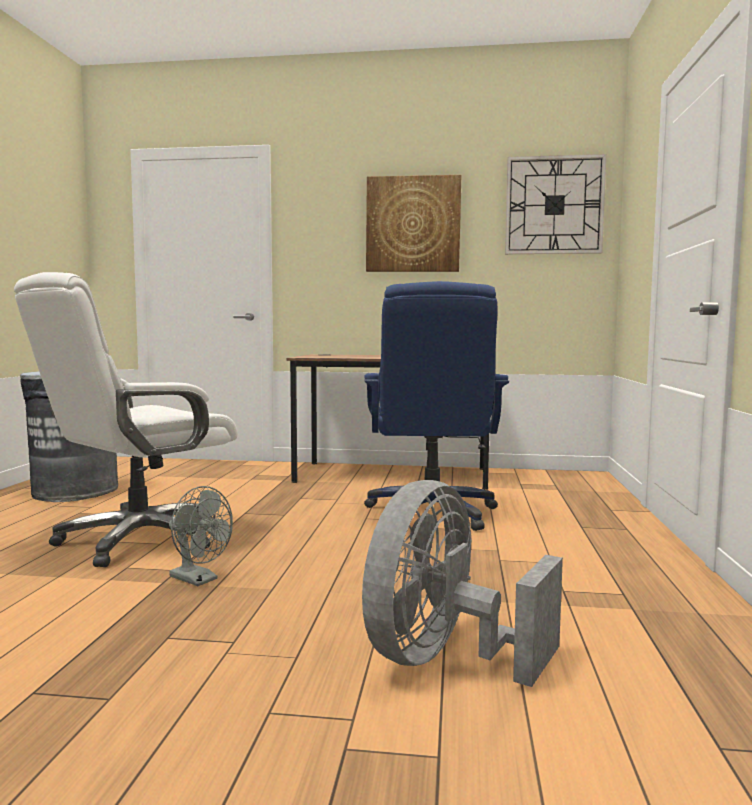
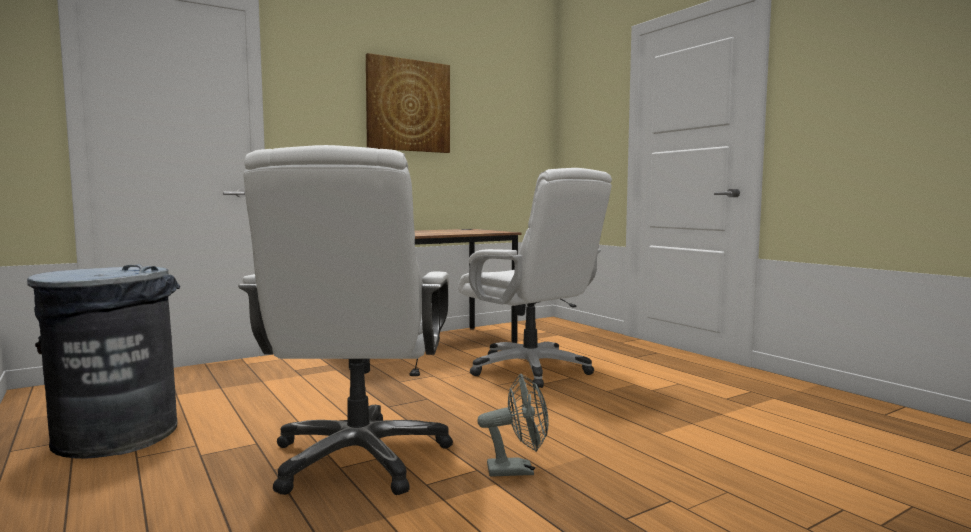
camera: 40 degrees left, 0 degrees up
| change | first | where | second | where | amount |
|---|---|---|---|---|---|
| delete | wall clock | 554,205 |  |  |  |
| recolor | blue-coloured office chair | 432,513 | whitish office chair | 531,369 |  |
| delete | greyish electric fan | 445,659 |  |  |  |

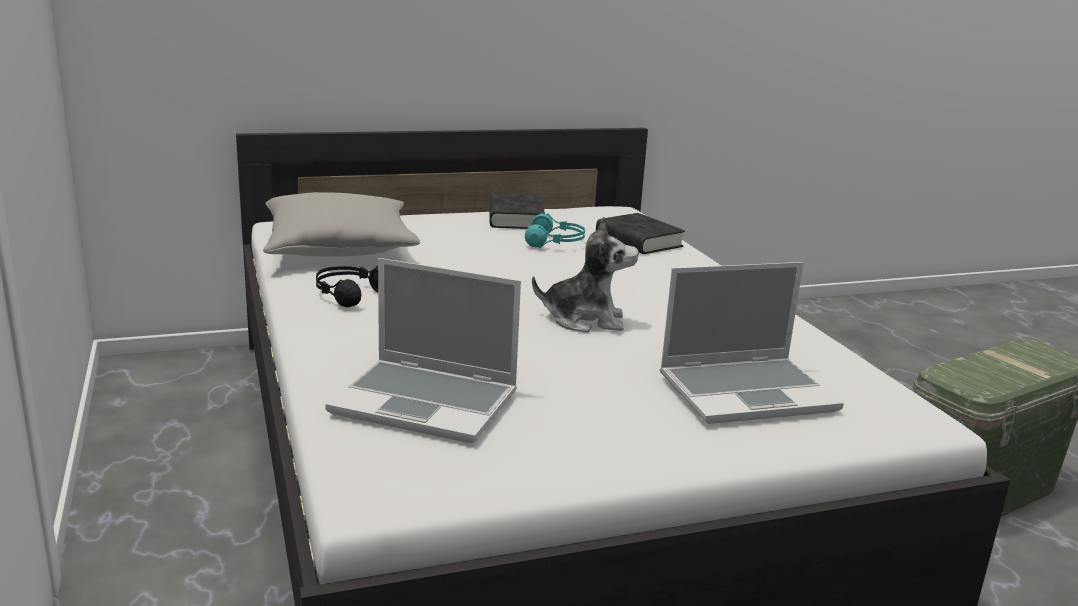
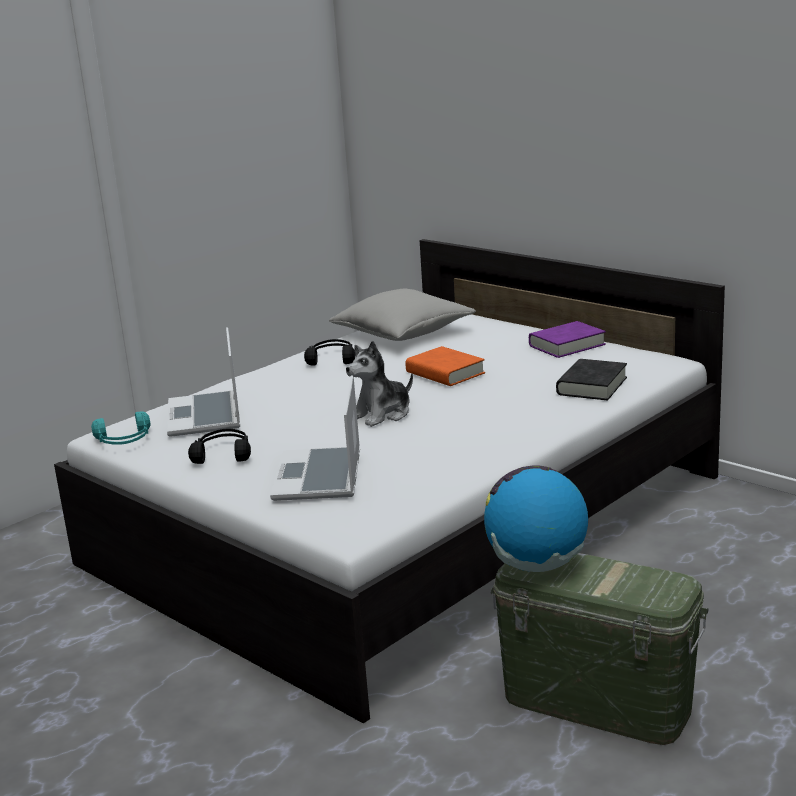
camera: 65 degrees right, 0 degrees up
| change | first | where | second | where | amount |
|---|---|---|---|---|---|
| recolor | black volume | 515,219 | purple-coloured volume | 567,345 |  |
| move | turquoise headphones | 555,242 |  | 124,441 |  |
| rotate | plush toy | 585,320 |  | 382,414 | 75 degrees clockwise |
| rotate | notebook computer | 748,392 |  | 320,477 | 45 degrees clockwise |
| insert |  |  | orange volume | 445,373 |  |
| insert |  |  | black headphones | 223,454 |  |
| insert |  |  | desk globe | 537,565 |  |

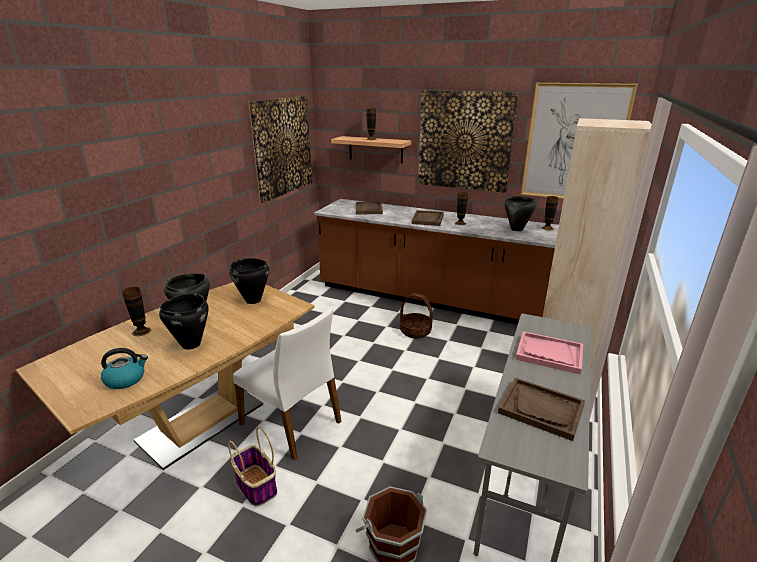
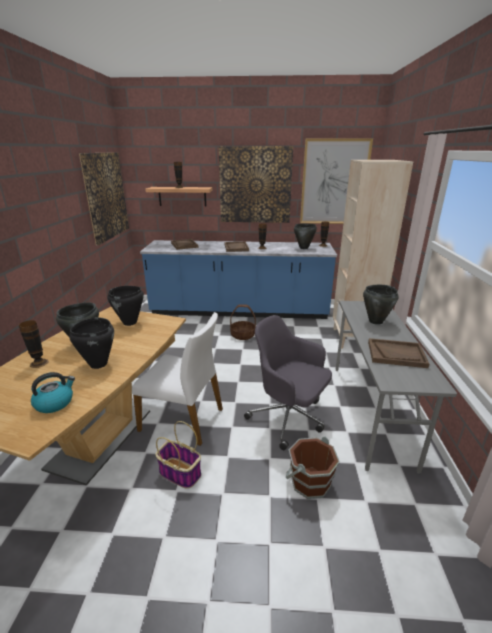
camera: 20 degrees left, 0 degrees up
| change | first | where | second | where | amount |
|---|---|---|---|---|---|
| recolor | brown counter | 428,298 | blue-coloured counter | 239,311 |  |
| replace | pink-coloured tray | 549,354 | black saucepot | 375,321 |  |
| insert |  |  | greyish office chair | 289,418 |  |

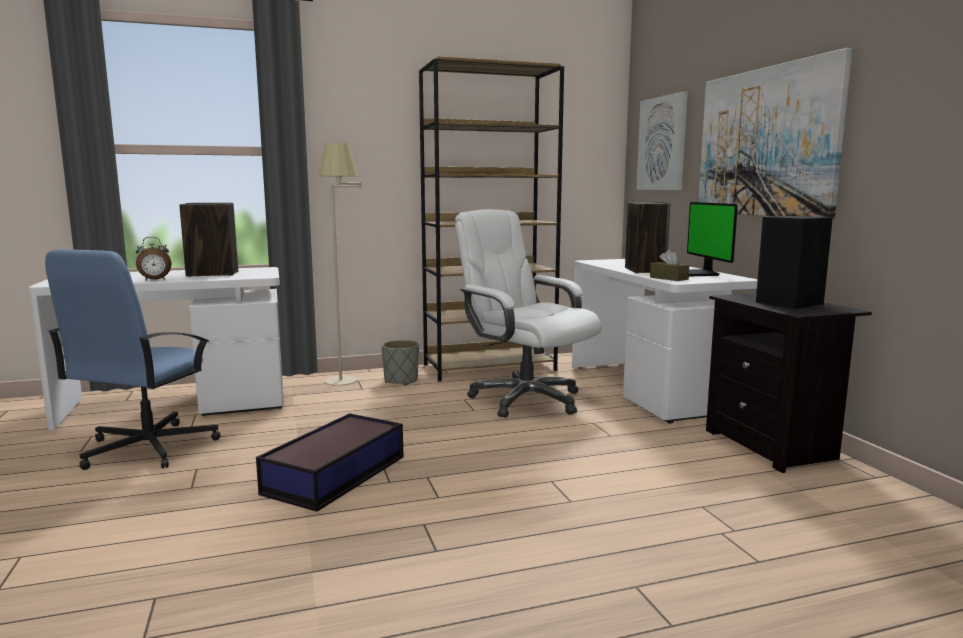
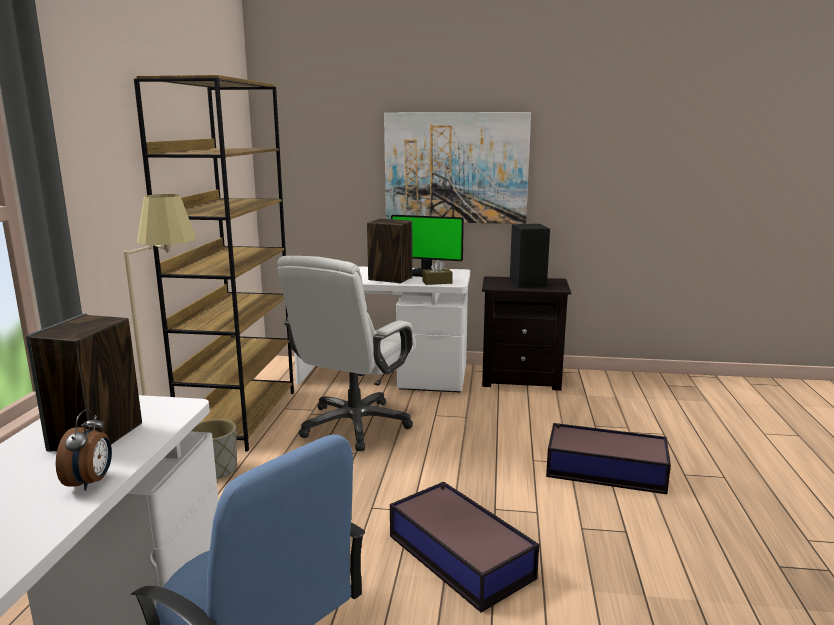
camera: 65 degrees left, 5 degrees up
| change | first | where | second | where | amount |
|---|---|---|---|---|---|
| delete | wall art | 662,143 |  |  |  |
| rotate | whitish office chair | 525,400 |  | 354,425 | 45 degrees counterclockwise |
| insert |  |  | storage bin | 604,469 |  |

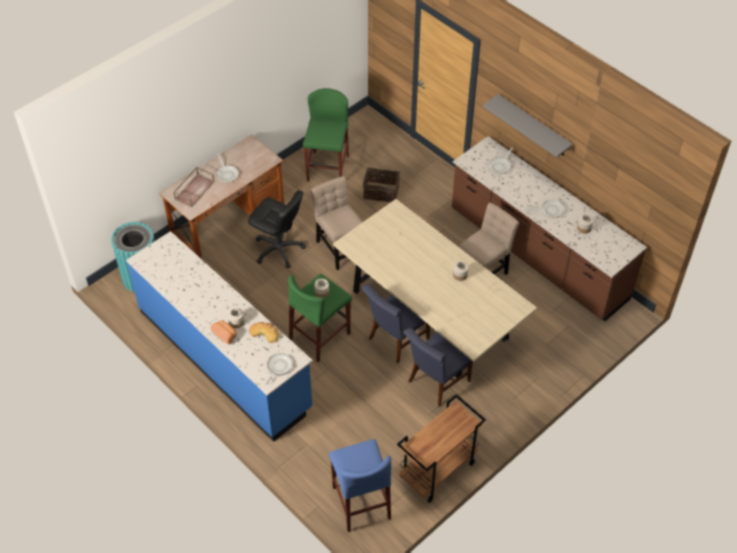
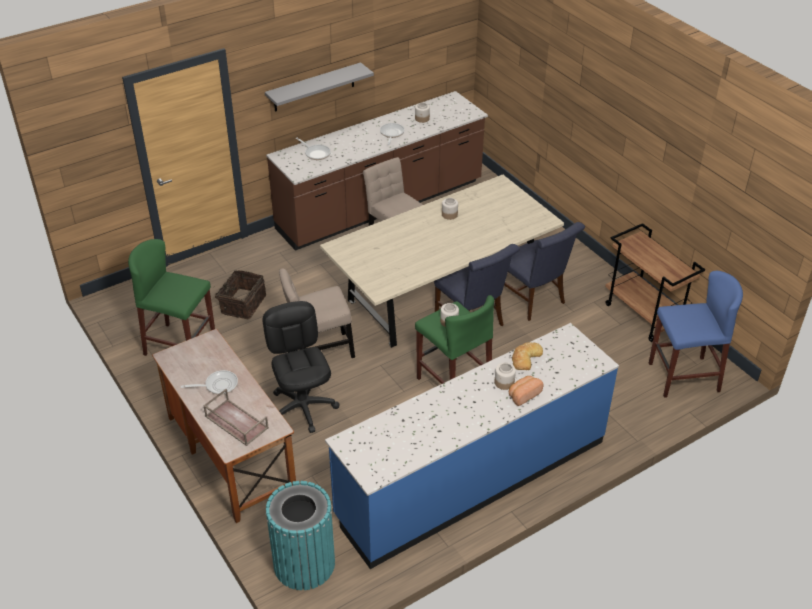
camera: 80 degrees left, 10 degrees down
| change | first | where | second | where | amount |
|---|---|---|---|---|---|
| rotate | black office chair | 278,249 |  | 303,407 | 60 degrees counterclockwise |
| delete | skillet | 278,367 |  |  |  |

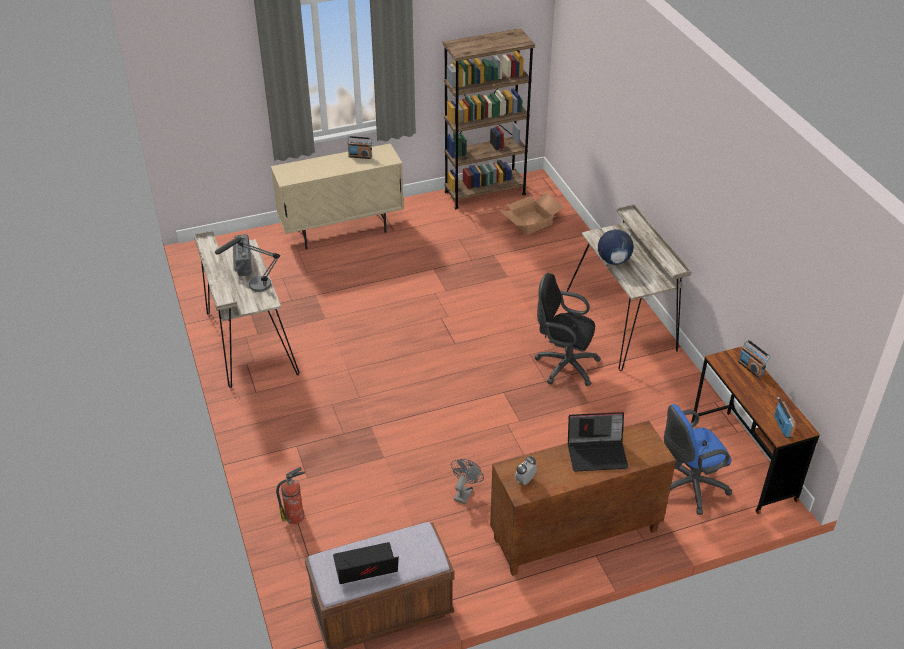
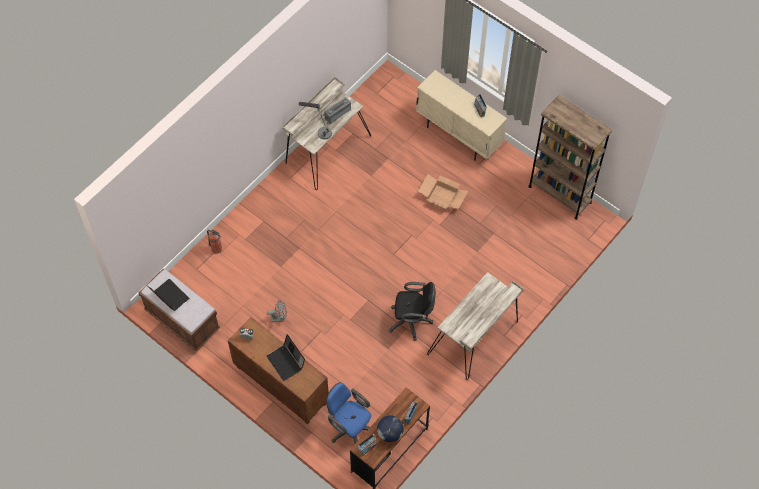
camera: 60 degrees right, 20 degrees up
| change | first | where | second | where | amount |
|---|---|---|---|---|---|
| move | packing box | 531,221 |  | 443,197 |  |
| move | desk globe | 613,261 |  | 390,433 |  |
| rotate | black office chair | 563,365 |  | 412,321 | 105 degrees clockwise |

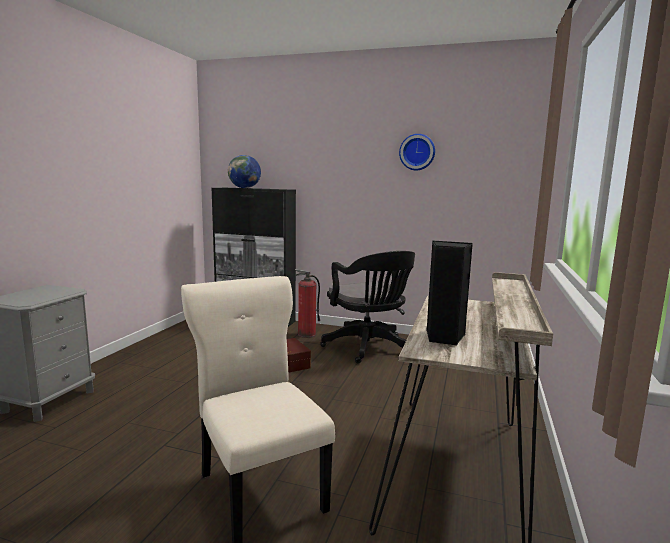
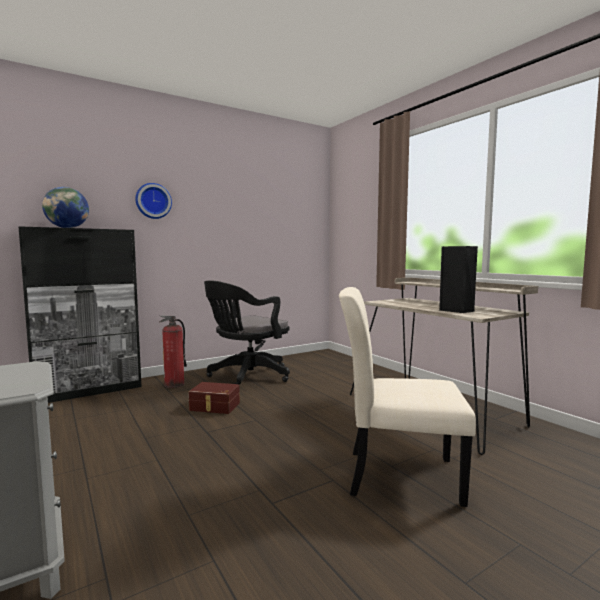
camera: 50 degrees left, 5 degrees down
| change | first | where | second | where | amount |
|---|---|---|---|---|---|
| move | wall clock | 417,152 |  | 153,201 |  |
| rotate | black office chair | 369,348 |  | 247,376 | 120 degrees clockwise |

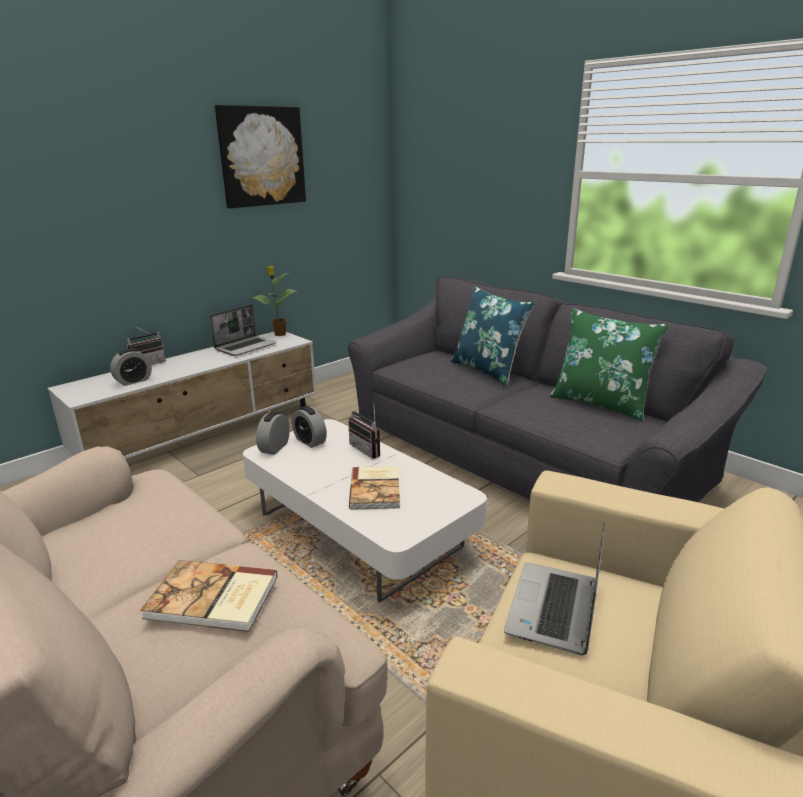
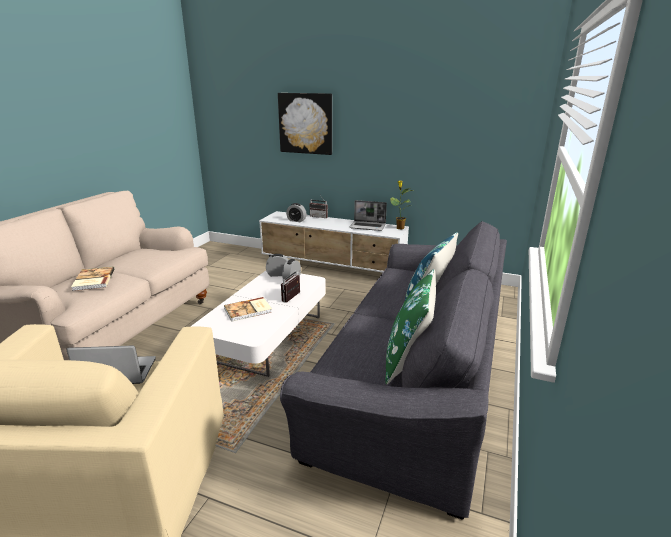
camera: 65 degrees right, 0 degrees up
| change | first | where | second | where | amount |
|---|---|---|---|---|---|
| move | wall art | 261,156 |  | 306,123 |  |

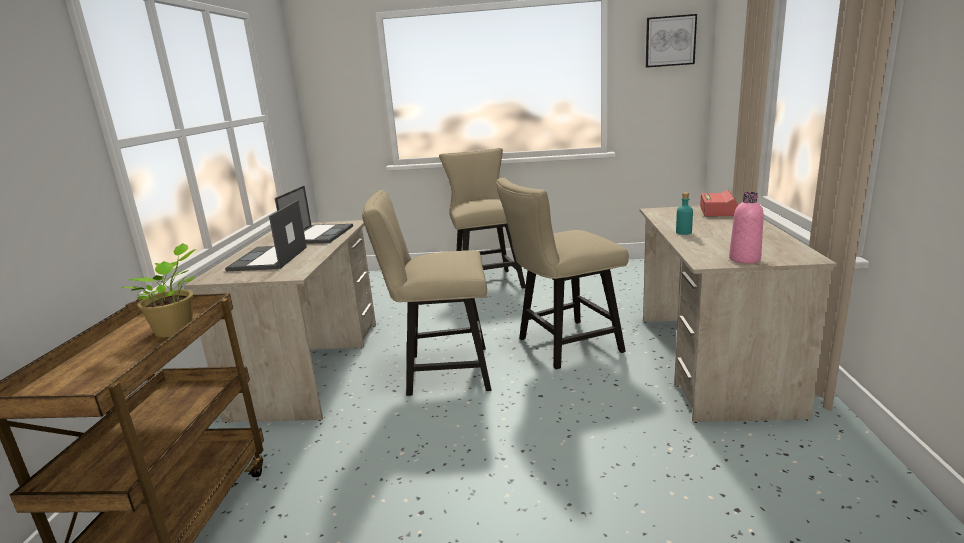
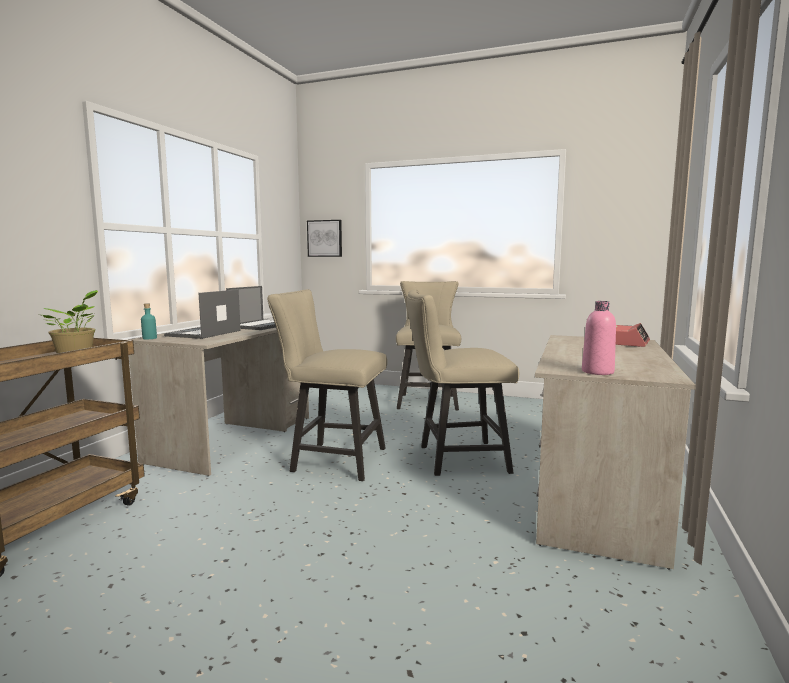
camera: 15 degrees right, 10 degrees down
| change | first | where | second | where | amount |
|---|---|---|---|---|---|
| move | wall art | 670,41 |  | 325,238 |  |
| move | turquoise bottle | 683,232 |  | 149,338 |  |

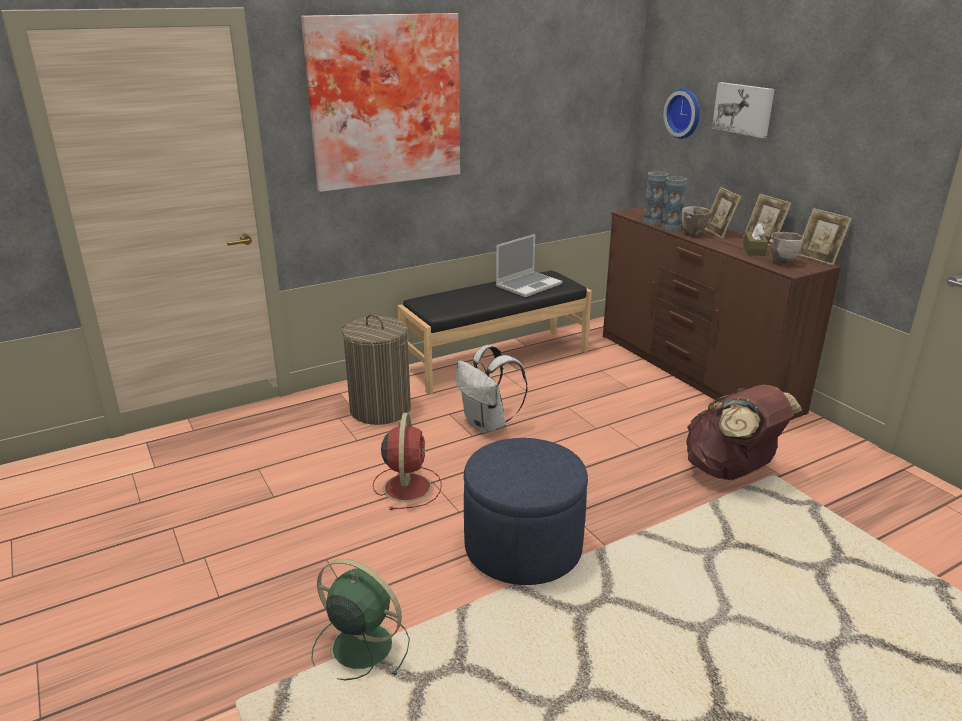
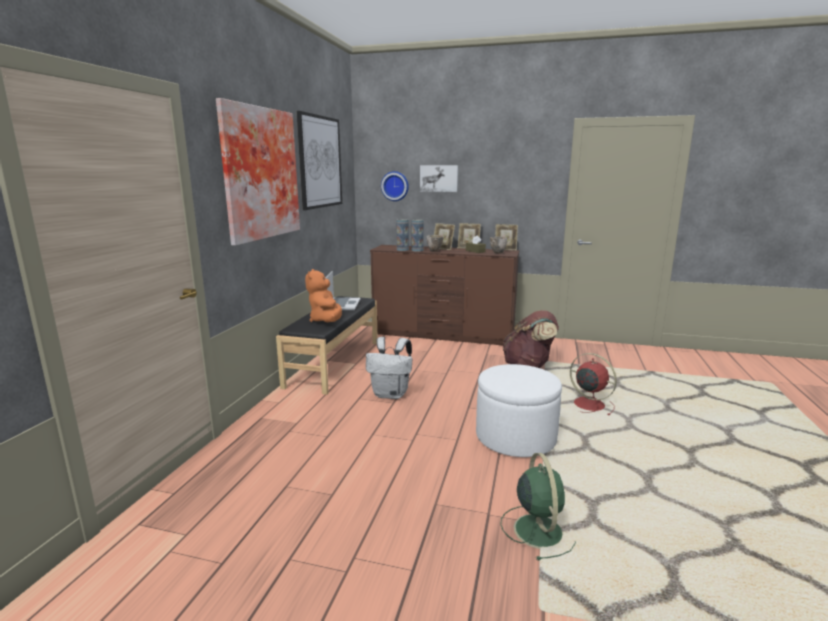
camera: 45 degrees left, 10 degrees down
| change | first | where | second | where | amount |
|---|---|---|---|---|---|
| delete | washing basket | 380,409 |  |  |  |
| move | red electric fan | 407,486 |  | 587,404 |  |
| recolor | blue-coloured ottoman | 523,547 | whitish ottoman | 515,437 |  |
| rotate | green-coloured electric fan | 360,645 |  | 537,529 | 105 degrees clockwise |
| insert |  |  | wall art | 320,162 |  |
| insert |  |  | orange plush toy | 326,321 |  |

